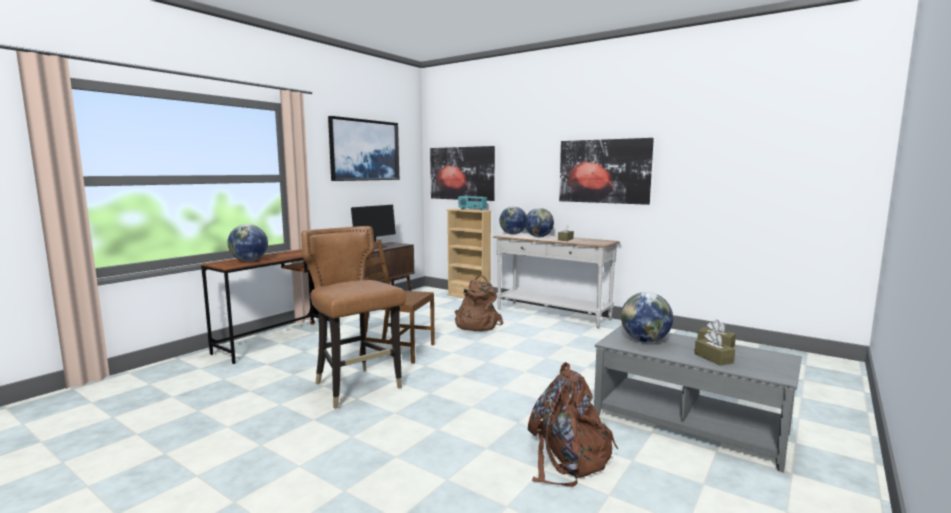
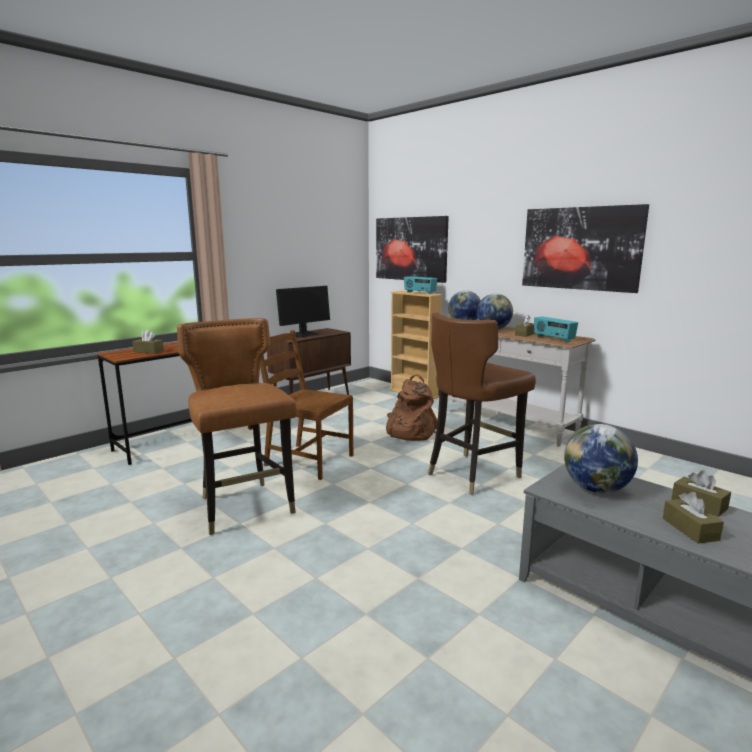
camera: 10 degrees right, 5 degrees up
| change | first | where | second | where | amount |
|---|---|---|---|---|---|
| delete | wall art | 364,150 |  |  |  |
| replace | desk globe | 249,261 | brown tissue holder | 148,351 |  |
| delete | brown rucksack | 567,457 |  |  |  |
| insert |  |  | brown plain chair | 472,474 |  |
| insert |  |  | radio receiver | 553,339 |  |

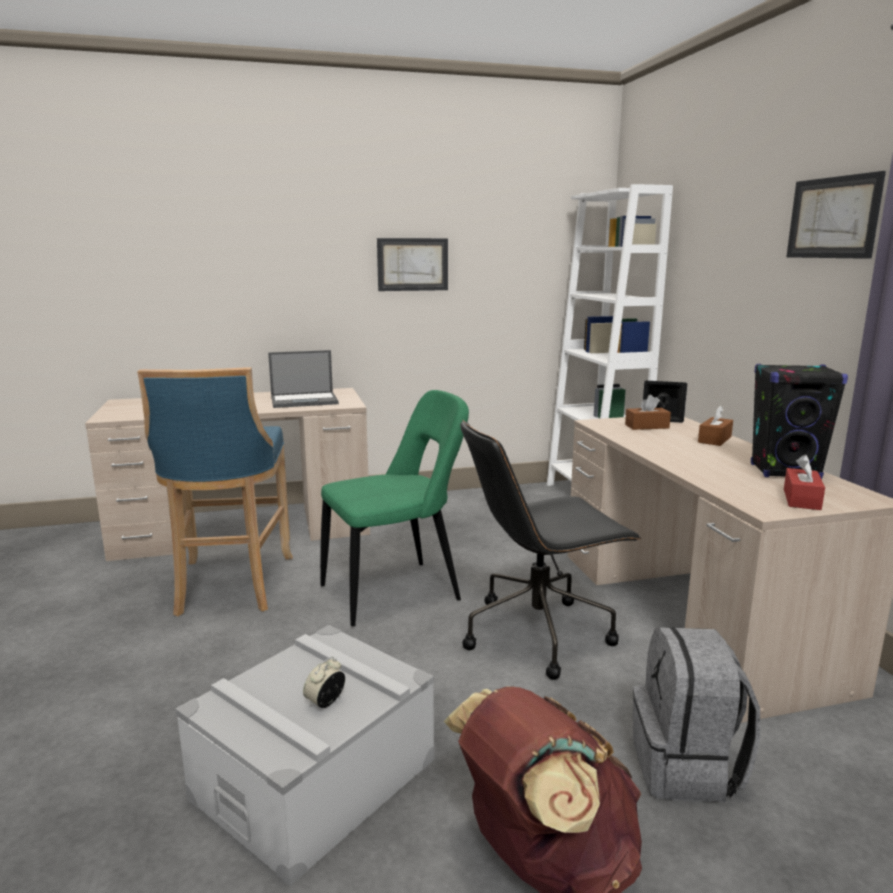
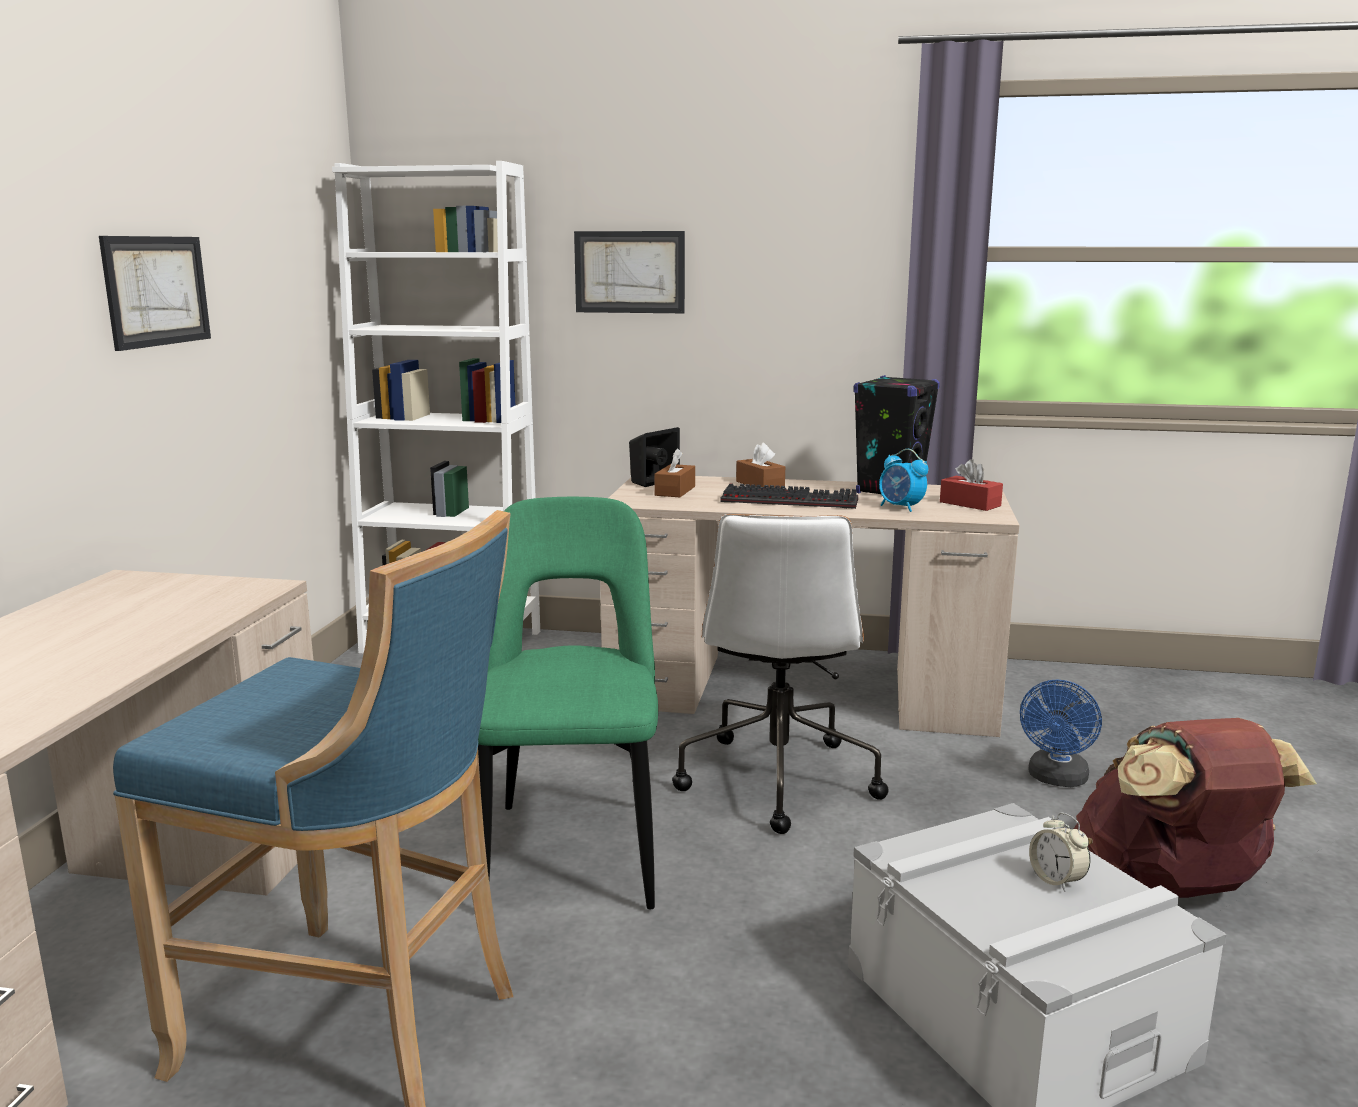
camera: 65 degrees left, 0 degrees up
| change | first | where | second | where | amount |
|---|---|---|---|---|---|
| move | wall art | 833,217 |  | 629,272 |  |
| delete | notebook computer | 305,400 |  |  |  |
| recolor | black office chair | 539,633 | whitish office chair | 777,778 |  |
| replace | greyish rucksack | 687,768 | blue-coloured electric fan | 1056,779 |  |
| insert |  |  | table clock | 901,508 |  |
| insert |  |  | PC keyboard | 792,500 |  |

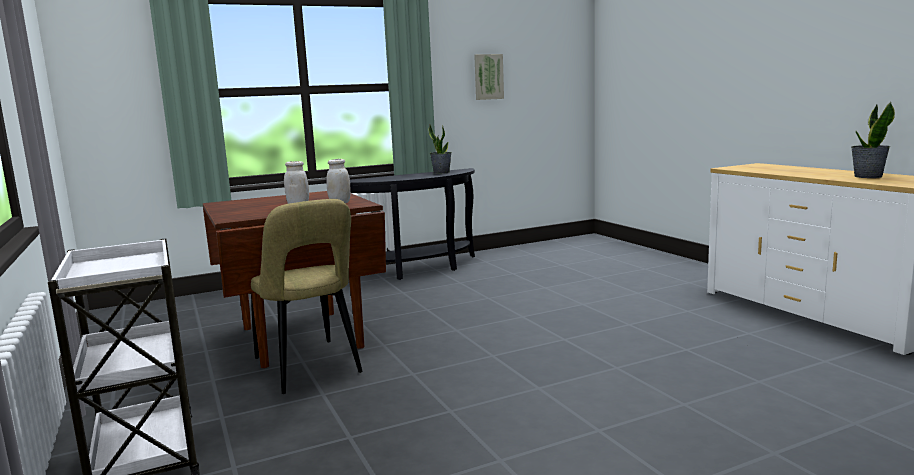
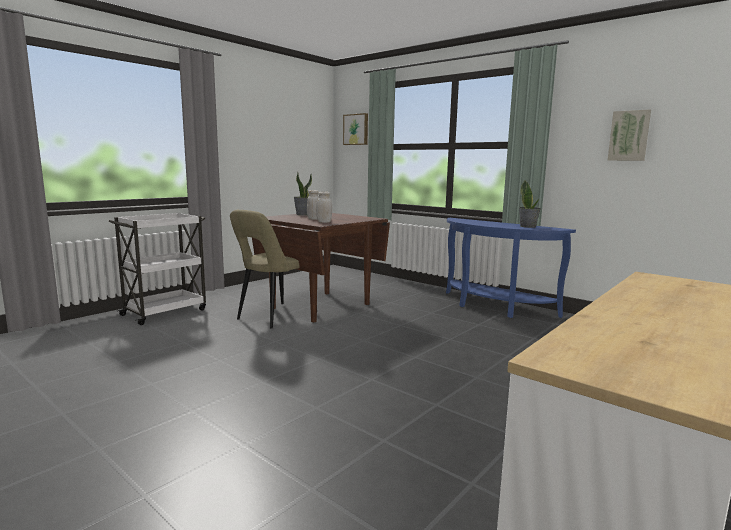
camera: 65 degrees right, 0 degrees up
| change | first | where | second | where | amount |
|---|---|---|---|---|---|
| move | potted plant | 867,176 |  | 303,214 |  |
| recolor | black narrow table | 418,270 | blue-coloured narrow table | 493,307 |  |
| insert |  |  | wall art | 356,129 |  |

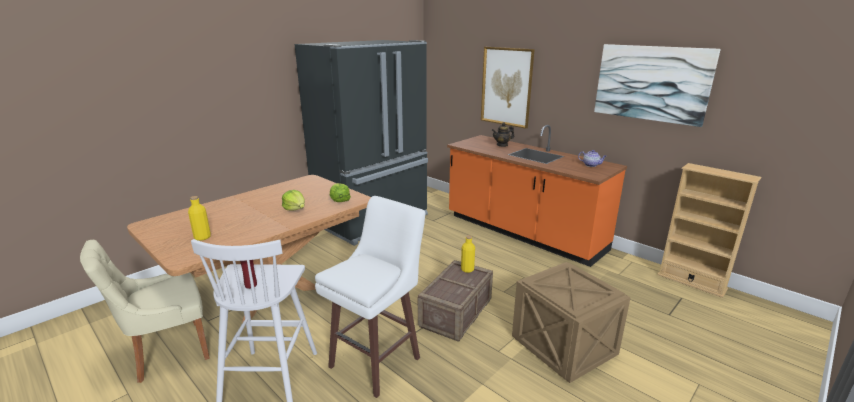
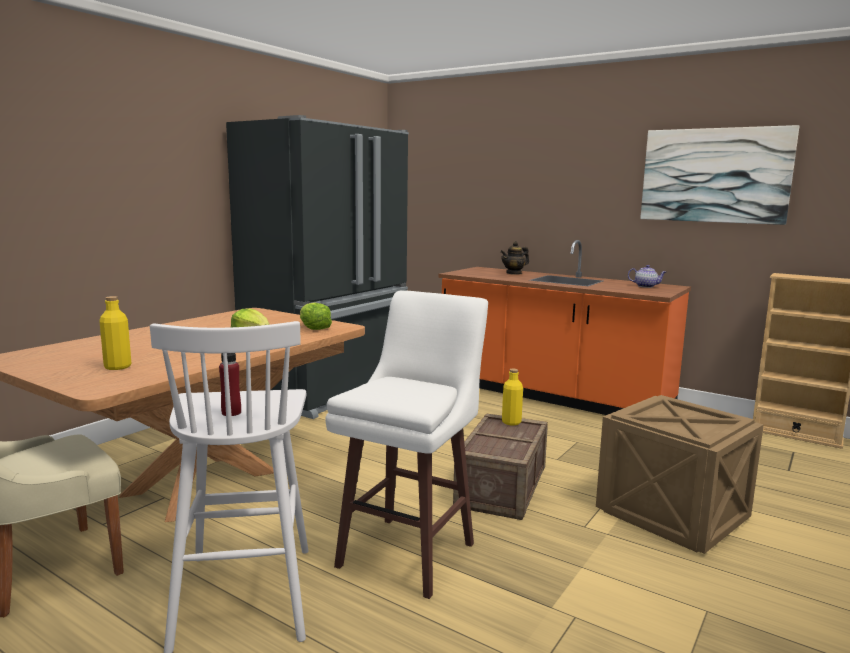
camera: 10 degrees left, 10 degrees down
| change | first | where | second | where | amount |
|---|---|---|---|---|---|
| delete | wall art | 506,86 |  |  |  |

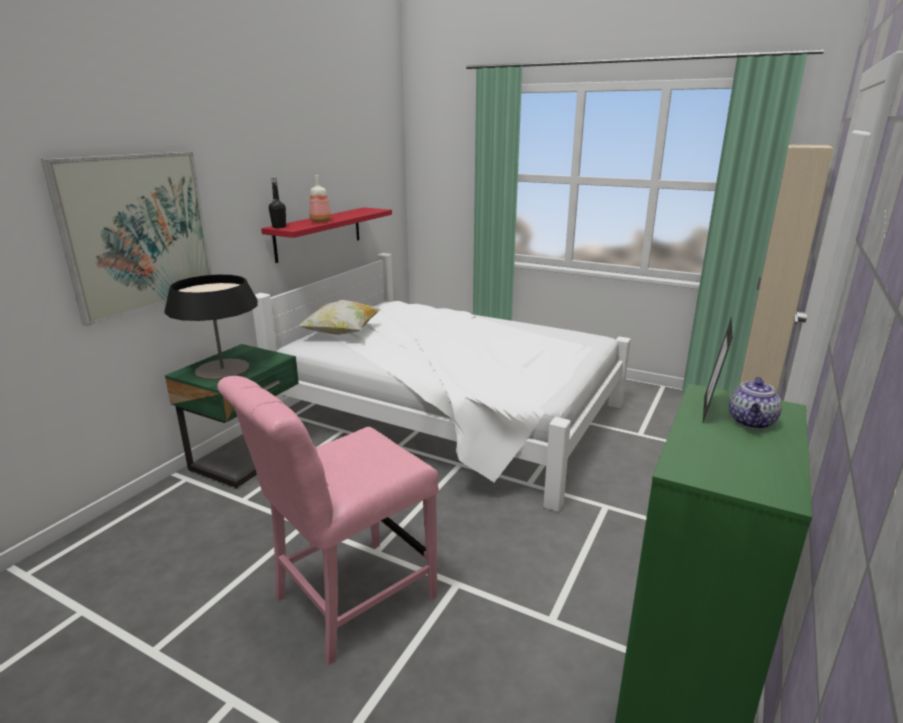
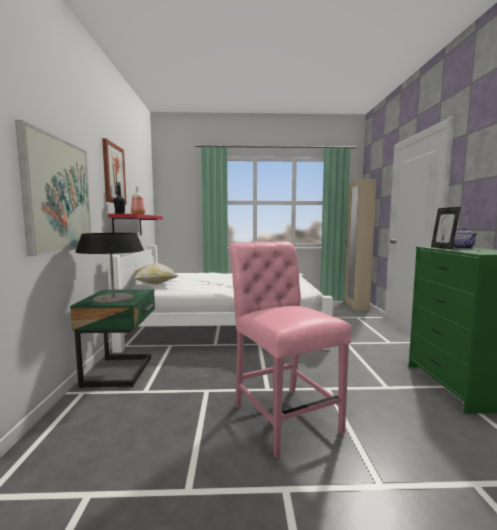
camera: 30 degrees left, 15 degrees down
| change | first | where | second | where | amount |
|---|---|---|---|---|---|
| rotate | pink-coloured plain chair | 347,601 |  | 283,414 | 135 degrees clockwise |
| insert |  |  | wall art | 113,174 |  |

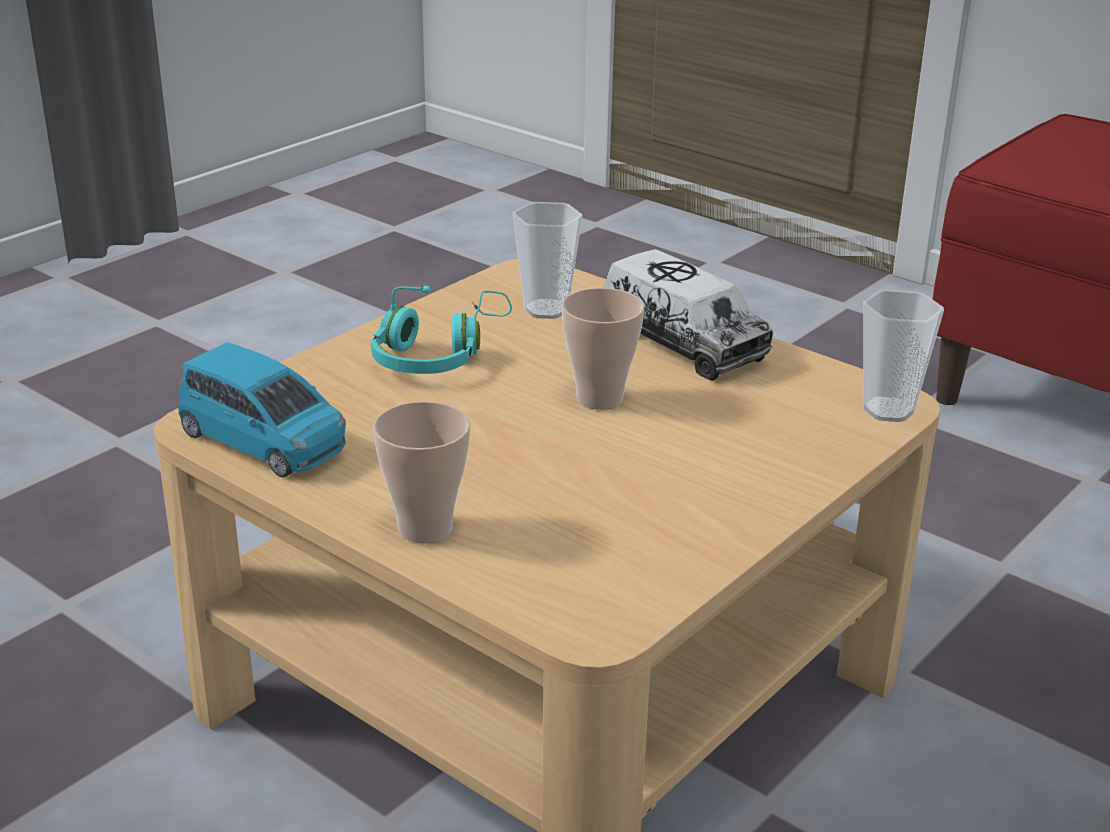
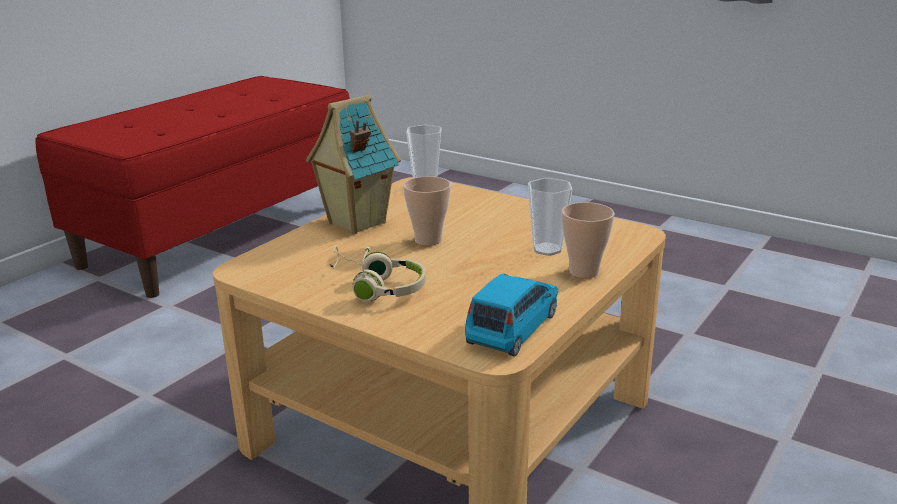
camera: 95 degrees left, 5 degrees down
| change | first | where | second | where | amount |
|---|---|---|---|---|---|
| move | small cup | 546,310 |  | 547,249 |  |
| replace | toy truck | 683,343 | miniature house | 355,223 |  |
| recolor | turquoise headphones | 438,354 | sand-coloured headphones | 376,287 |  |

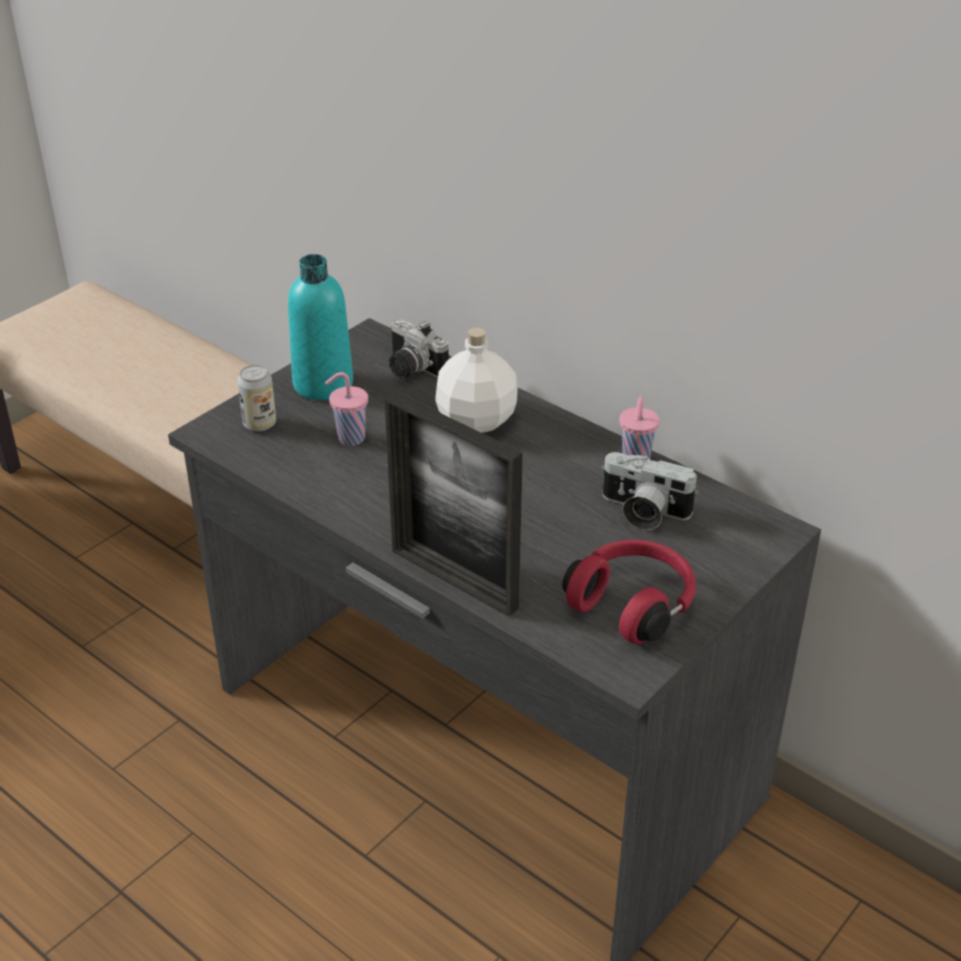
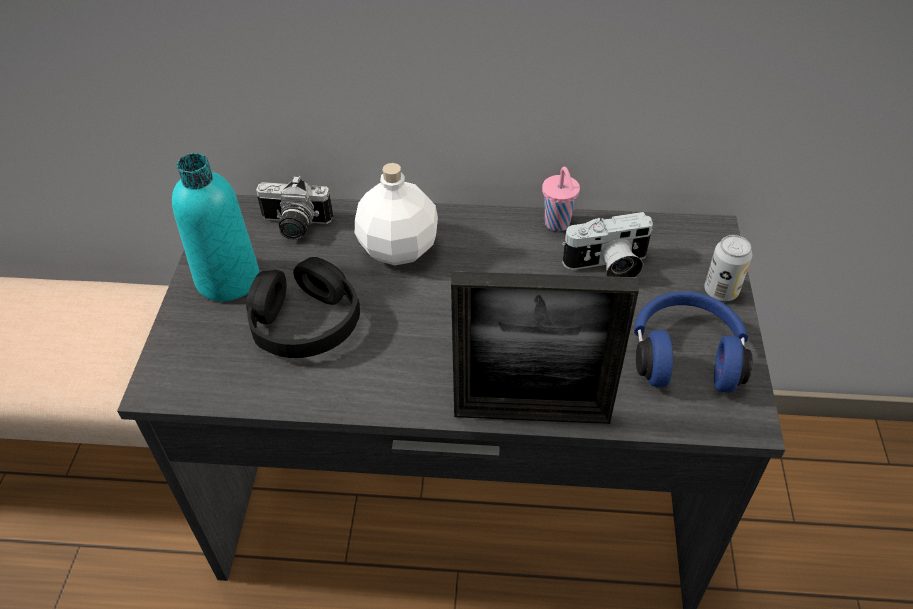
camera: 35 degrees left, 10 degrees up
| change | first | where | second | where | amount |
|---|---|---|---|---|---|
| move | can | 259,424 |  | 721,291 |  |
| replace | pink-coloured small cup | 349,438 | black headphones | 305,322 |  |
| recolor | red headphones | 633,604 | blue-coloured headphones | 685,354 |  |

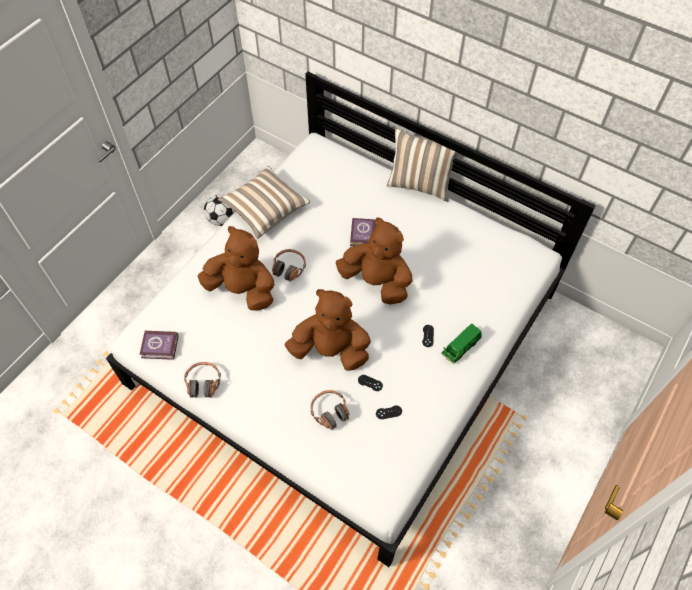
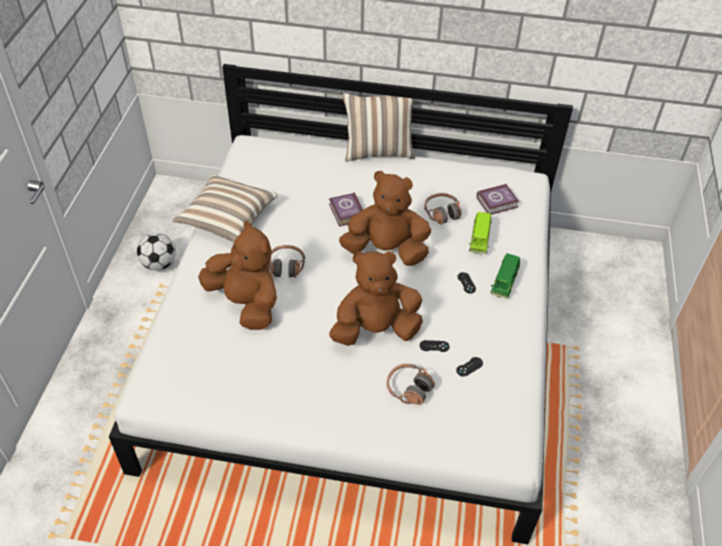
camera: 25 degrees left, 10 degrees down
| change | first | where | second | where | amount |
|---|---|---|---|---|---|
| rotate | brown plush toy | 242,290 |  | 246,303 | 45 degrees clockwise |
| move | volume | 161,347 |  | 498,202 |  |
| move | headphones | 203,383 |  | 442,213 |  |
| insert |  |  | green-coloured toy car | 479,240 |  |

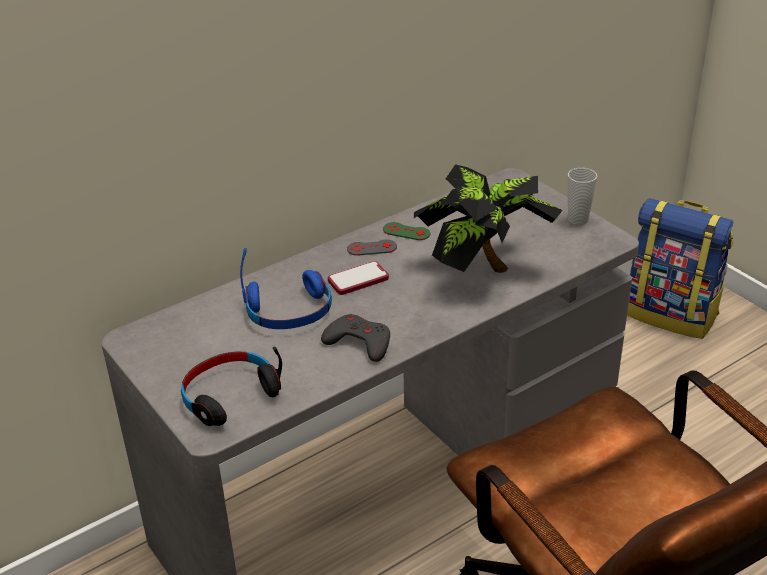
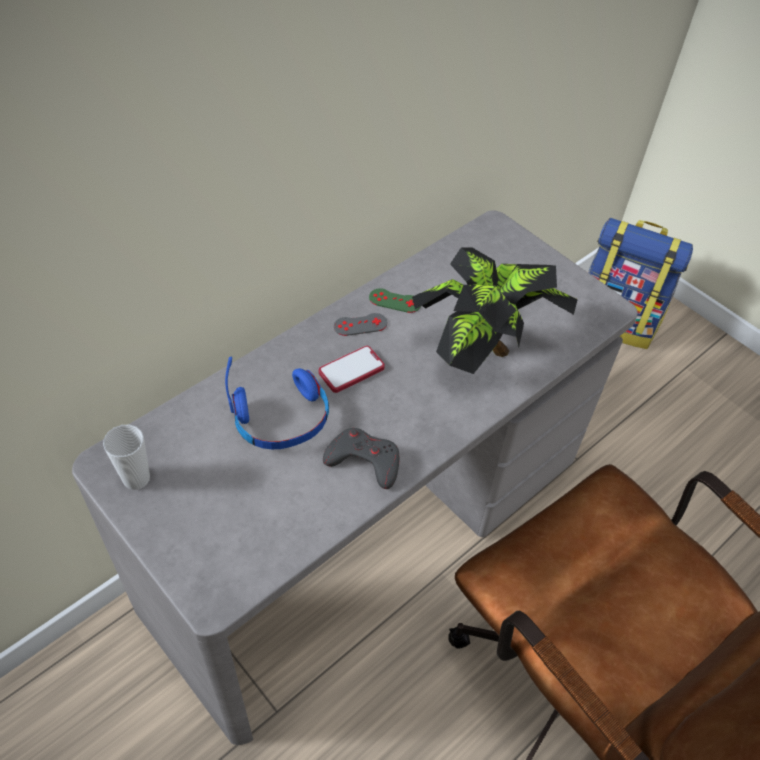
camera: 10 degrees left, 15 degrees up
| change | first | where | second | where | amount |
|---|---|---|---|---|---|
| move | small cup | 578,220 |  | 136,479 |  |
| delete | black headphones | 230,396 |  |  |  |

